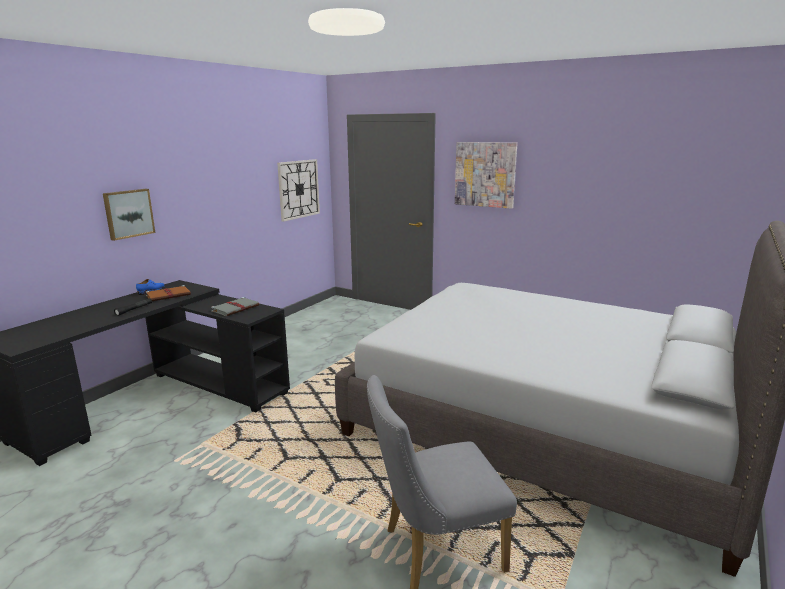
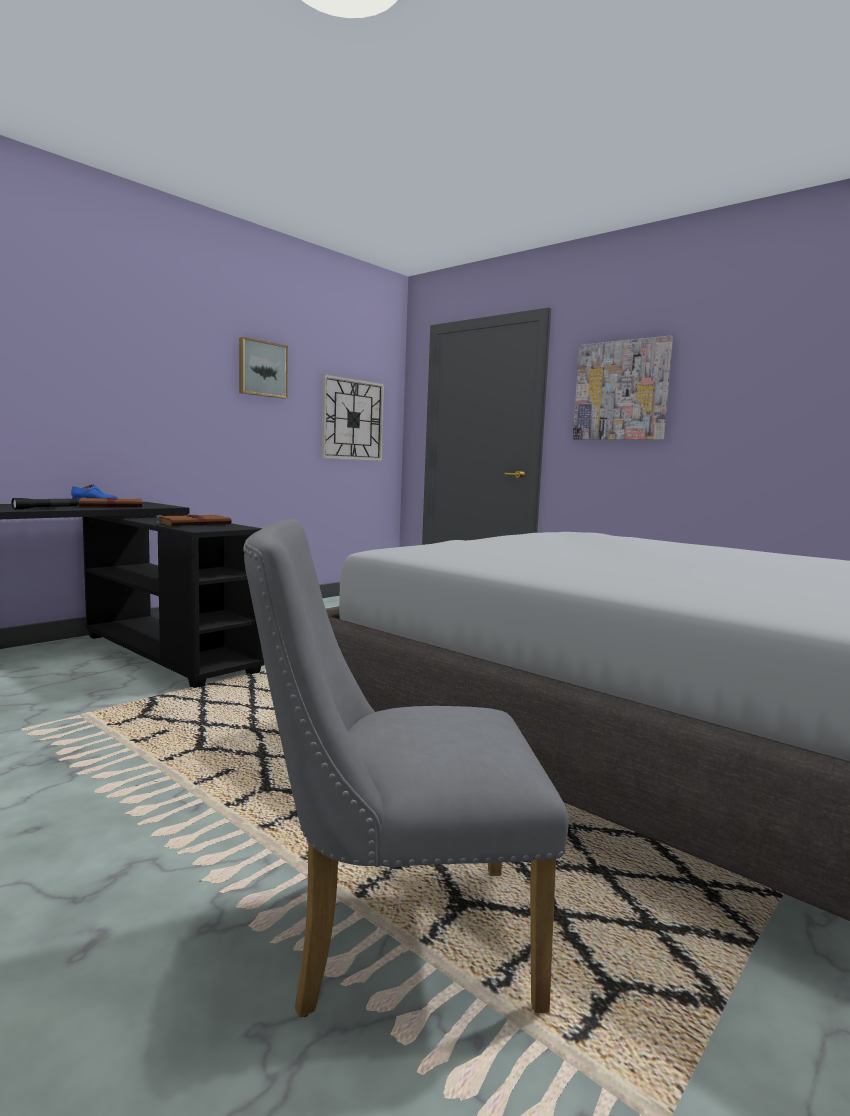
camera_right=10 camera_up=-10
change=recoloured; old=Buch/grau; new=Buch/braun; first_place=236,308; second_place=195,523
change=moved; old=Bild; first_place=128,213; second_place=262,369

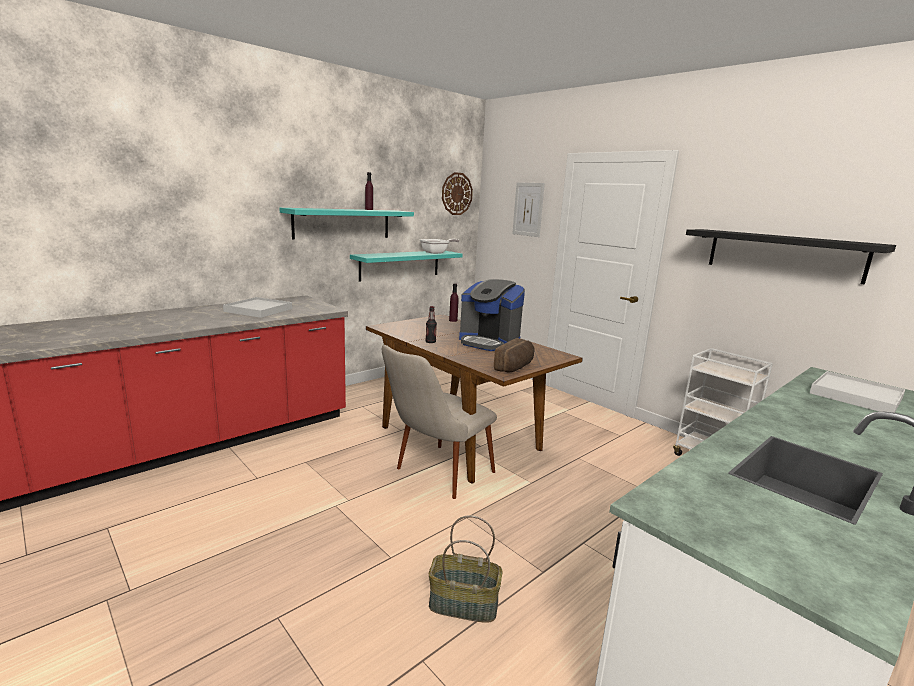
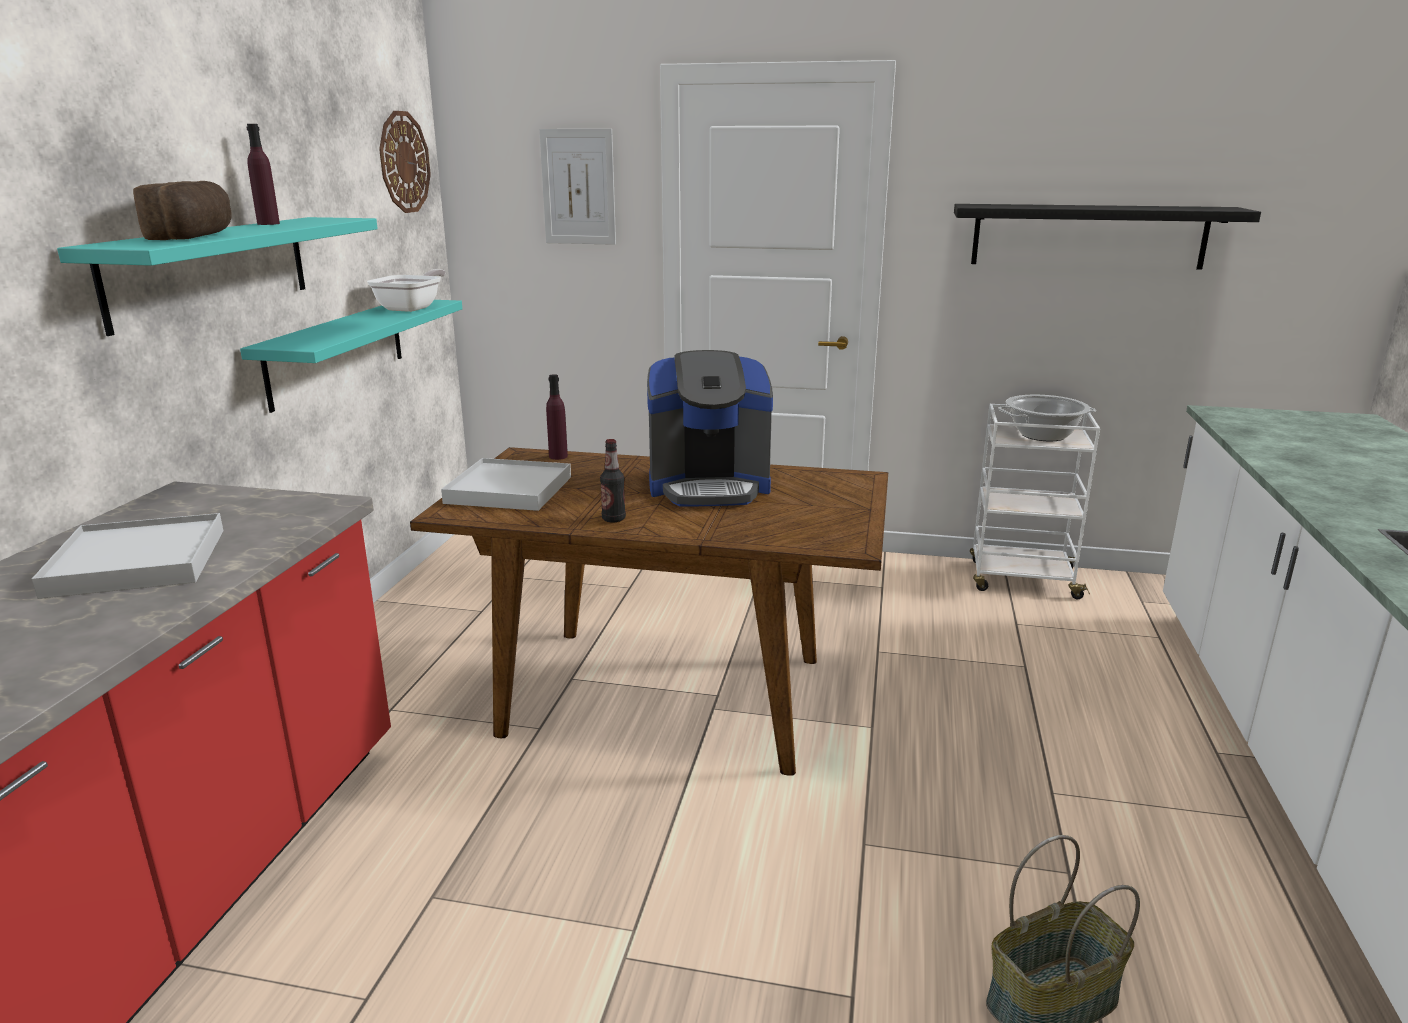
camera_right=-35 camera_up=5
change=moved; old=Brot; first_place=515,367; second_place=196,236
change=moved; old=Tablett/weiß; first_place=855,395; second_place=509,490
change=added; new=Kochtopf; second_place=1043,435
change=removed; old=Stuhl/beige; first_place=435,476

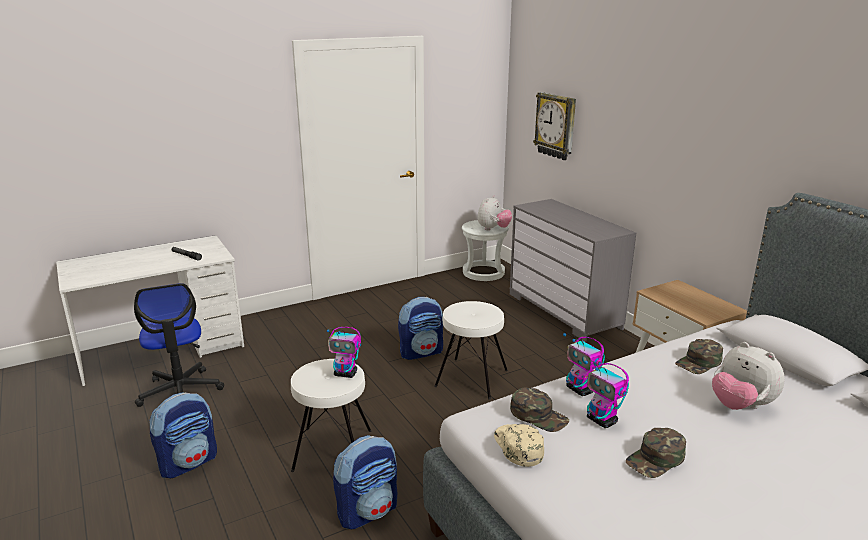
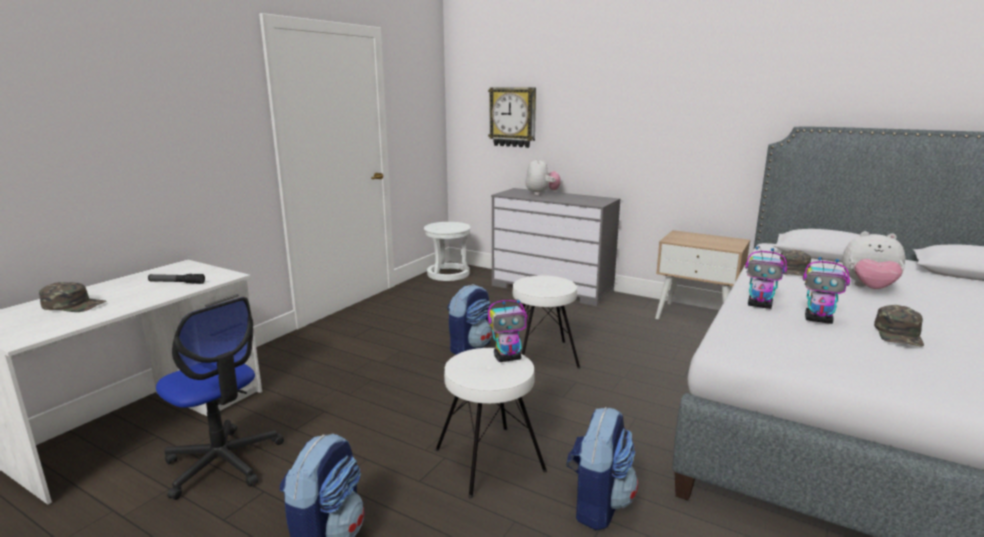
camera_right=-30 camera_up=-5
change=moved; old=Kappe/grün; first_place=539,415; second_place=74,305
change=moved; old=Plüschtier; first_place=493,229; second_place=541,194
change=removed; old=Kappe/beige; first_place=517,447

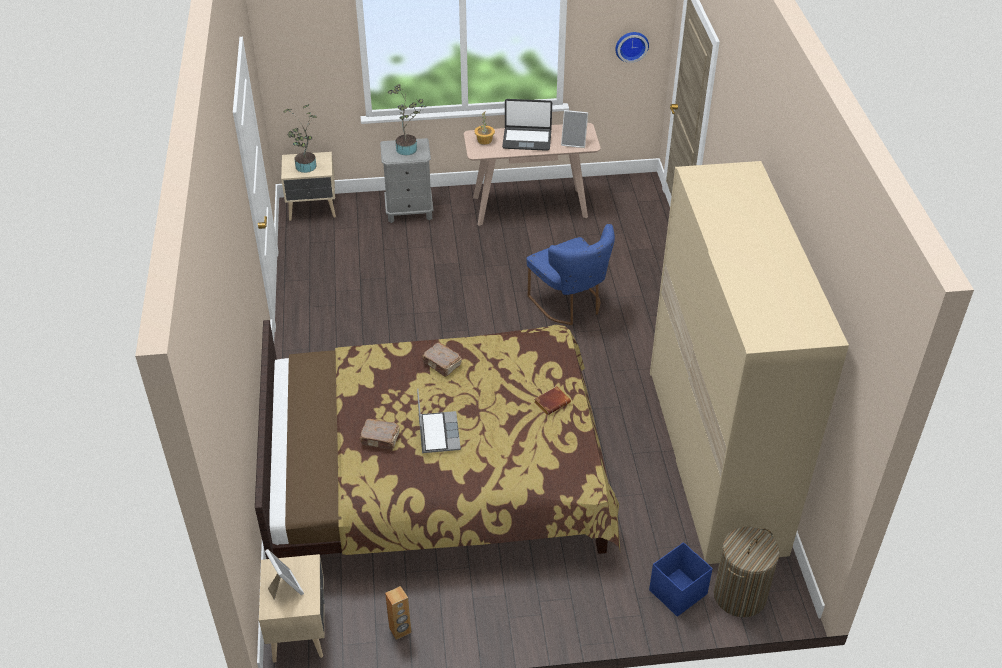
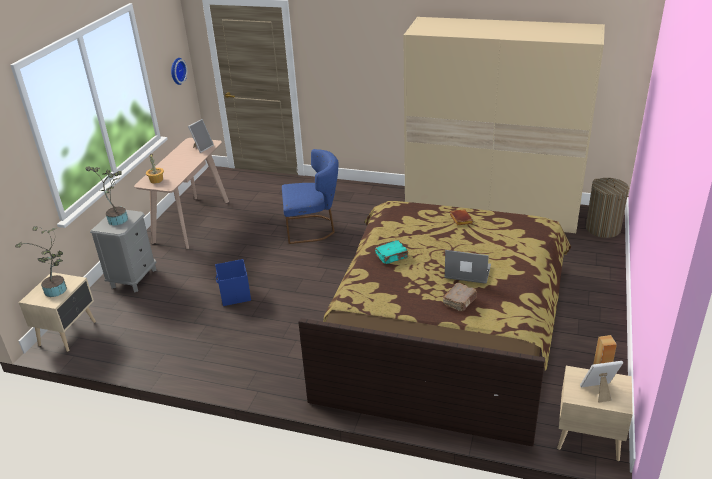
camera_right=-65 camera_up=-10
change=moved; old=Aufbewahrungsbox/blau; first_place=677,592; second_place=235,295
change=recoloured; old=Buch/braun; new=Buch/türkis; first_place=442,364; second_place=392,257
change=removed; old=Laptop; first_place=527,139

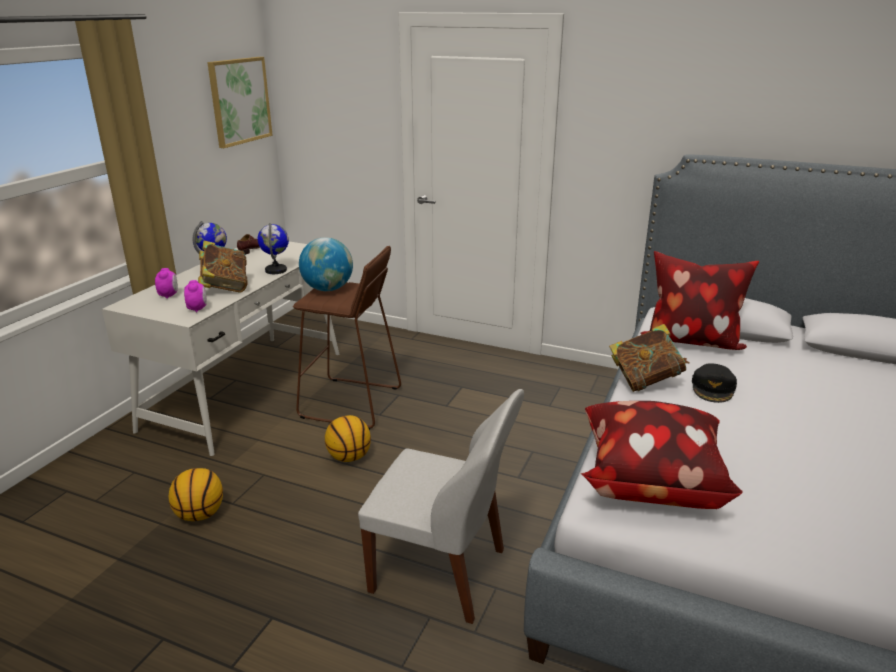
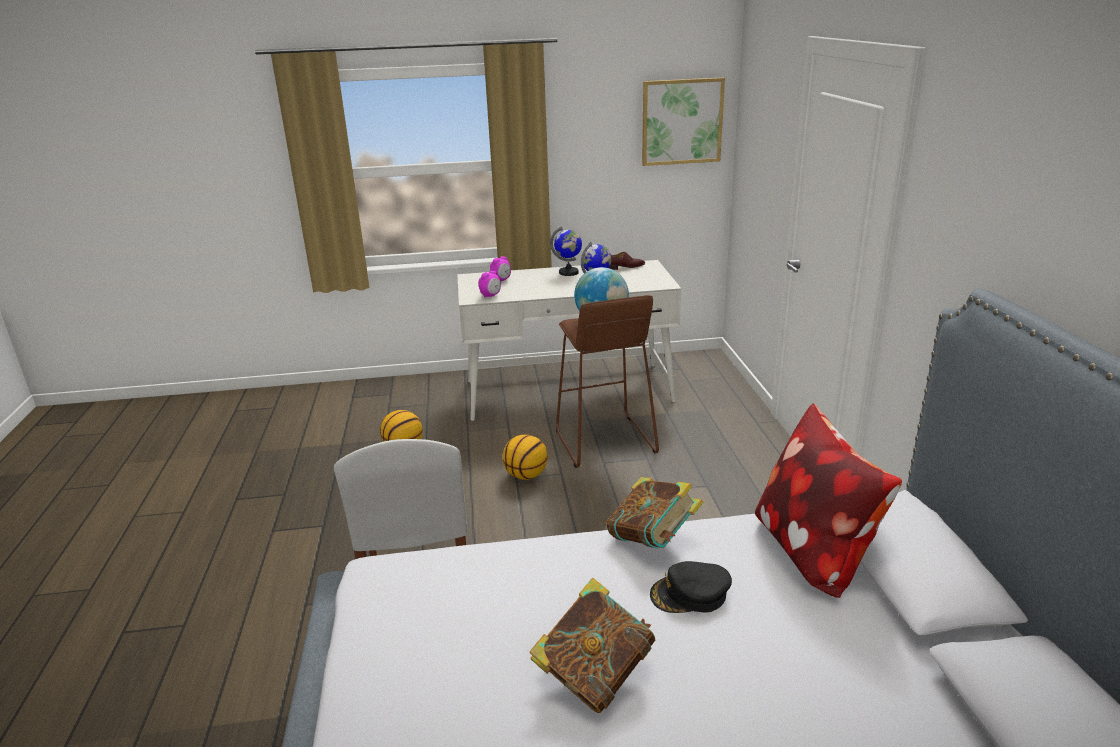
camera_right=60 camera_up=0
change=moved; old=Buch; first_place=225,287; second_place=594,675
change=removed; old=Kissen; first_place=649,481

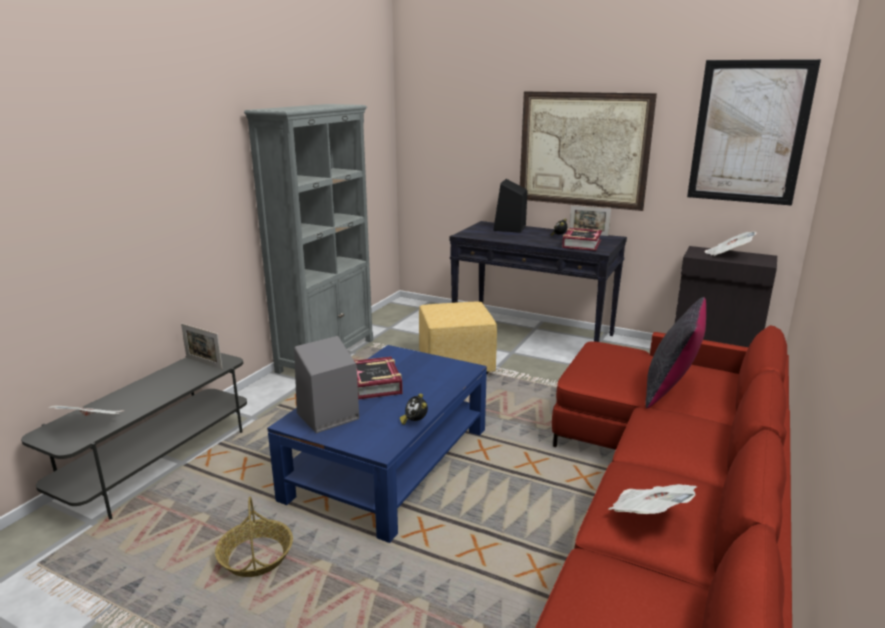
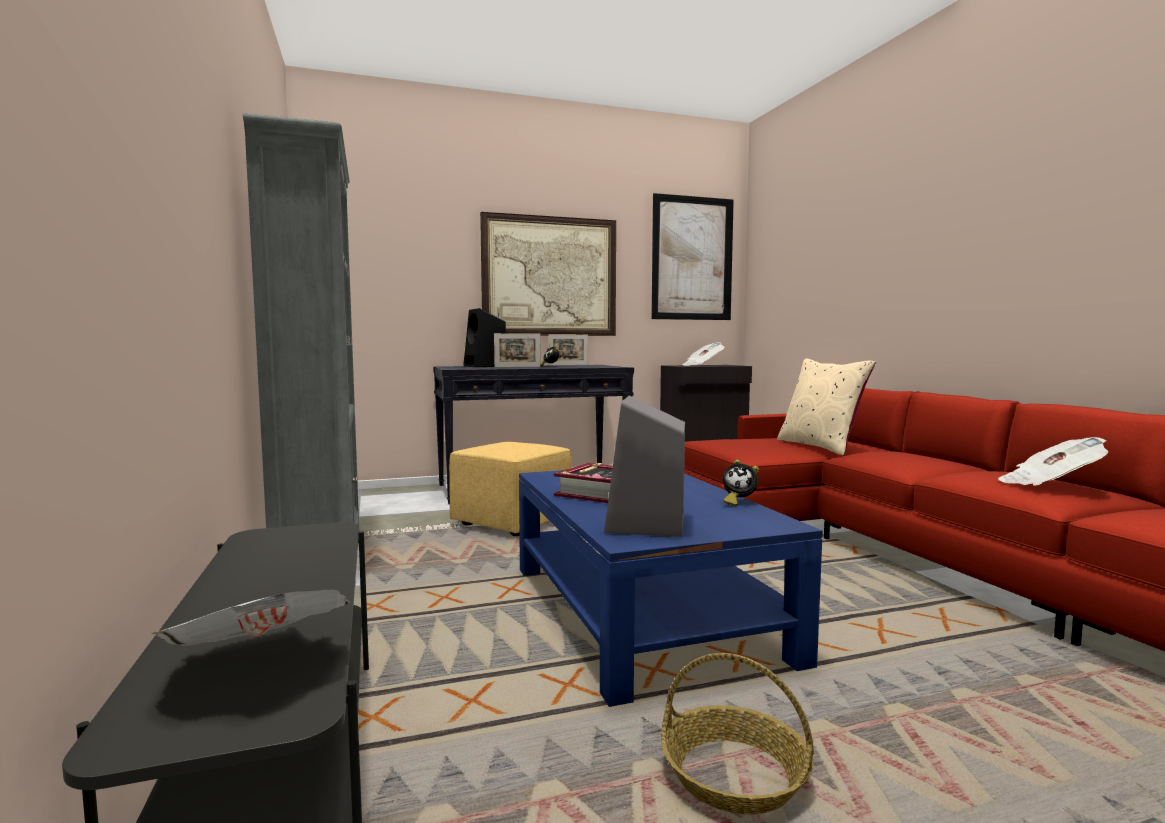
camera_right=-45 camera_up=-15
change=moved; old=Bilderrahmen; first_place=204,363; second_place=517,367
change=recoloured; old=Kissen/schwarz; new=Kissen/beige; first_place=670,390; second_place=820,446
change=removed; old=Buch; first_place=581,244

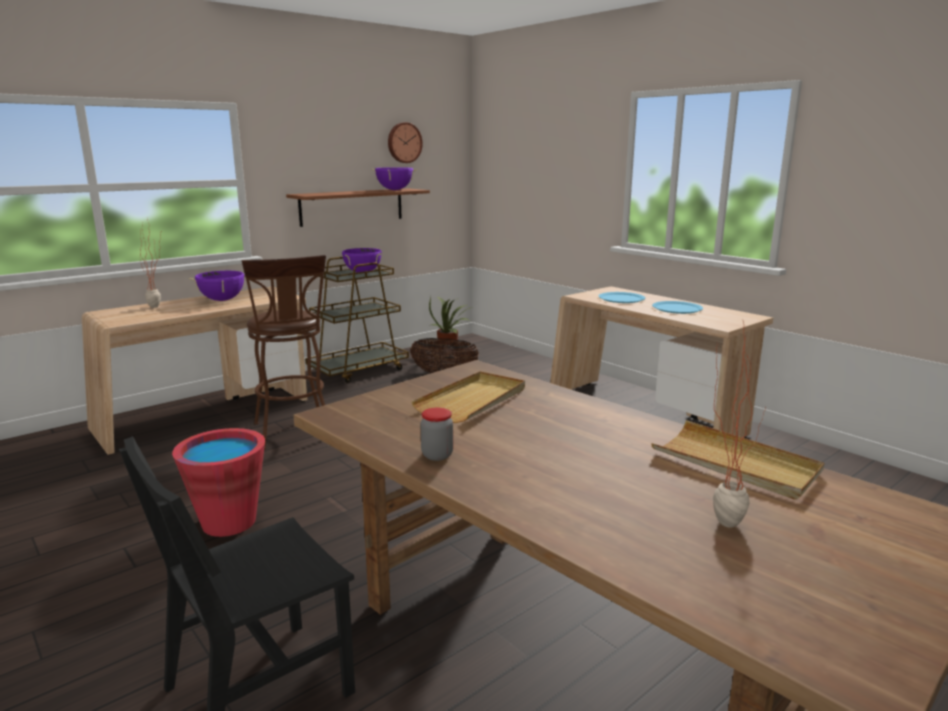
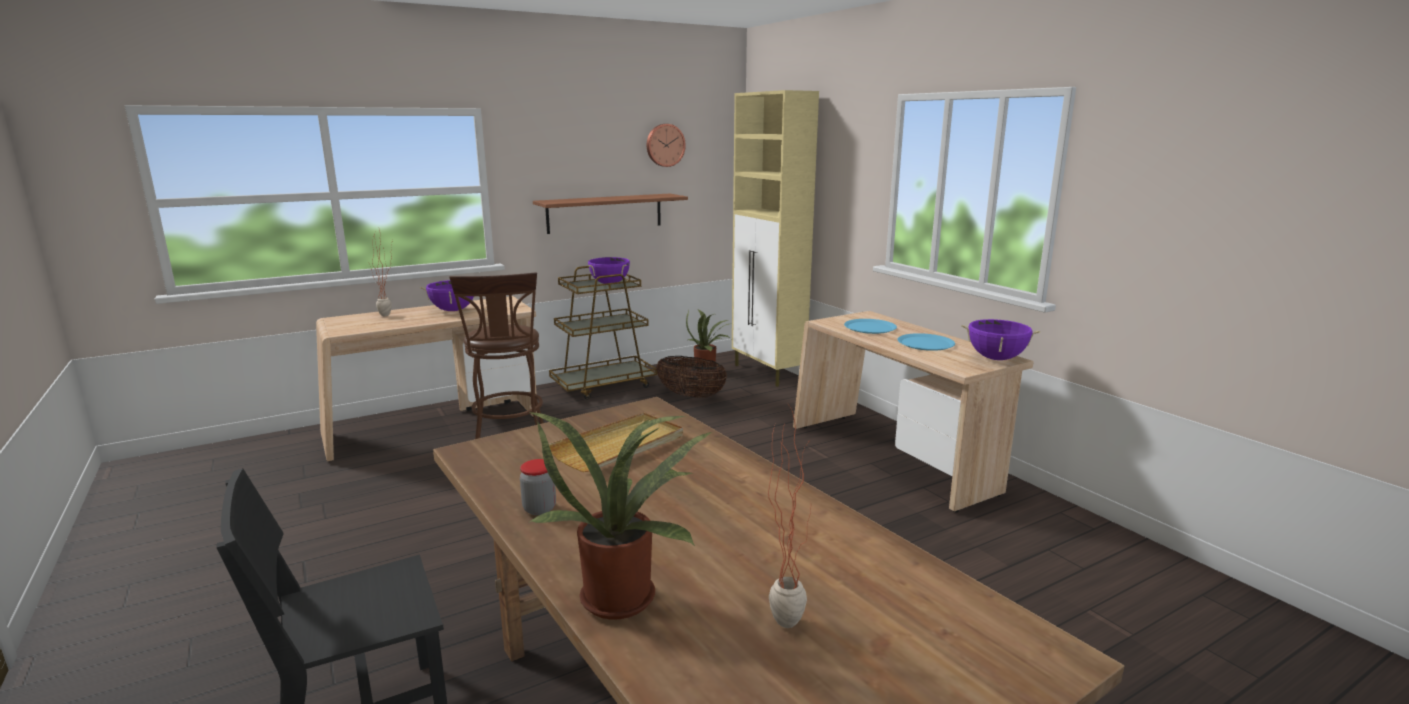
camera_right=10 camera_up=0
change=added; new=Topfpflanze; second_place=623,594
change=added; new=Schrank/beige; second_place=768,373
change=moved; old=Kochtopf/lila; first_place=394,190; second_place=996,358
change=removed; old=Eimer/rot; first_place=229,522
change=removed; old=Tablett/beige; first_place=735,464

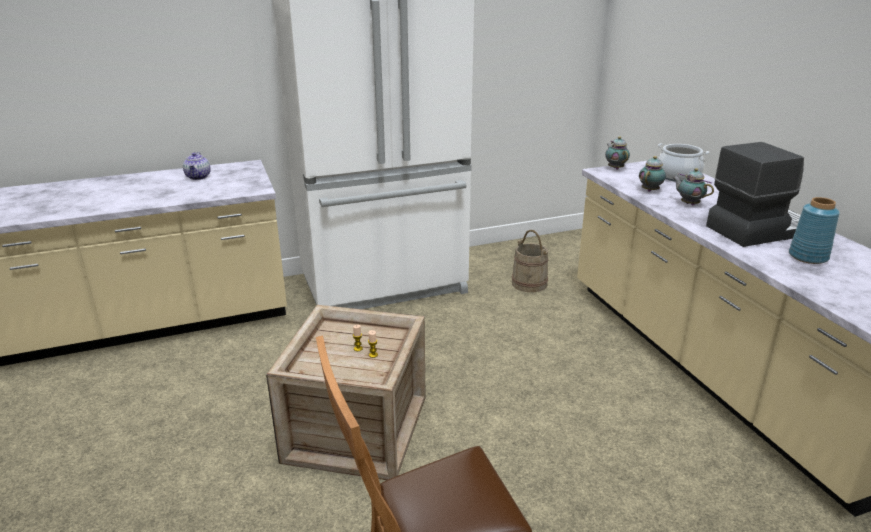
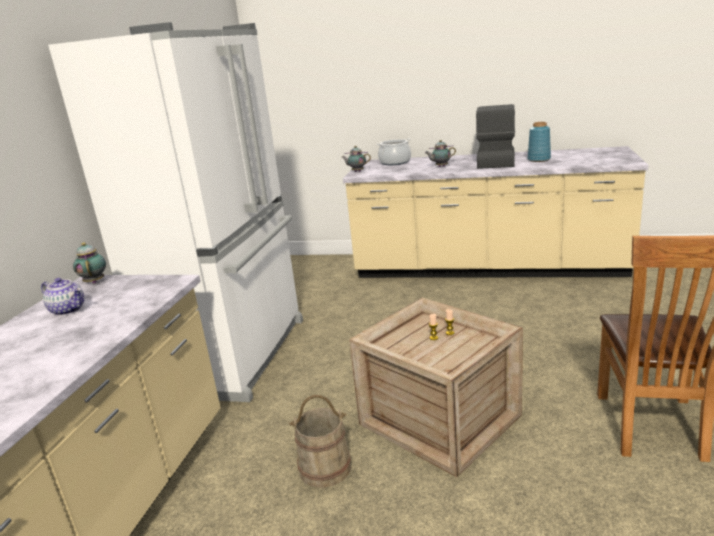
camera_right=-55 camera_up=-5
change=moved; old=Teekanne; first_place=650,190; second_place=95,281
change=moved; old=Eimer/beige; first_place=529,283; second_place=325,467

